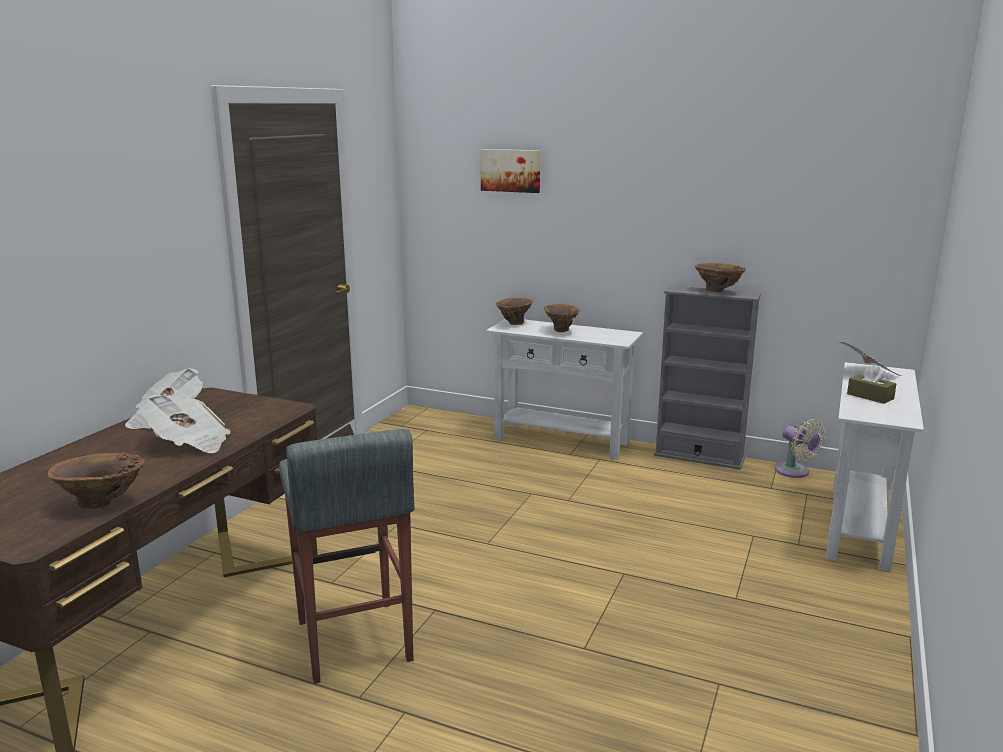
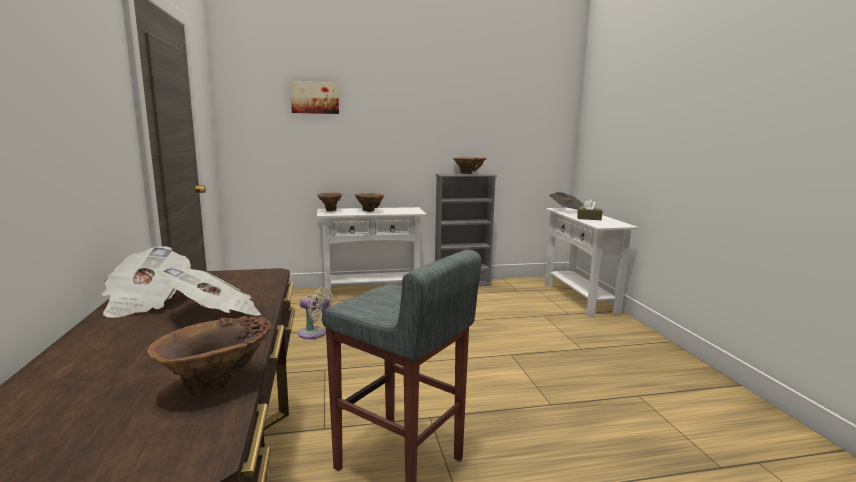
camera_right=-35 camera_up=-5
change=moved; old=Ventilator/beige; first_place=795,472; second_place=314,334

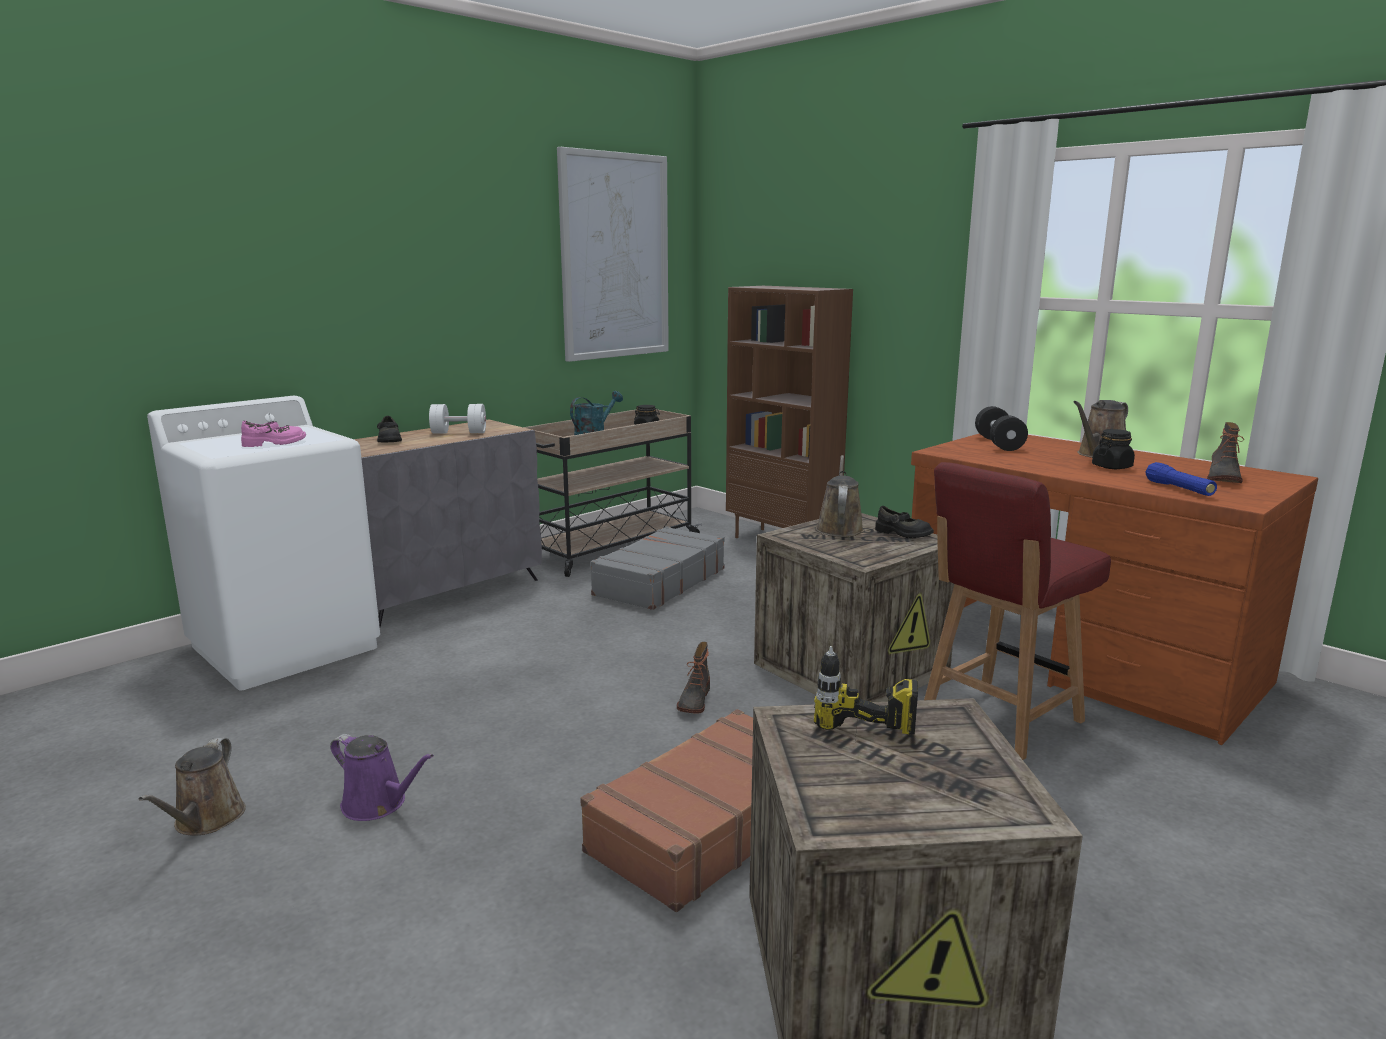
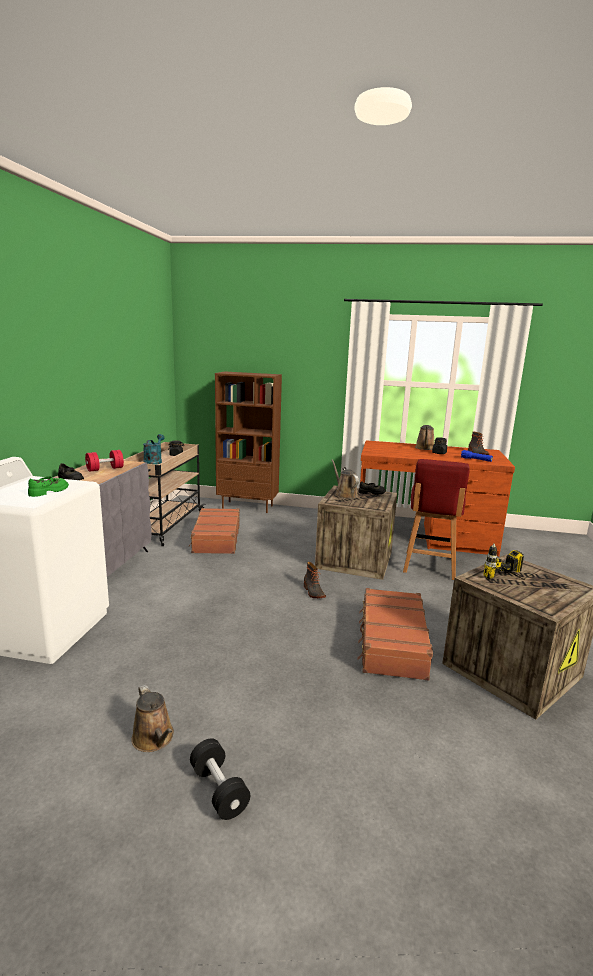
camera_right=-35 camera_up=0
change=recoloured; old=Schuh/rosa; new=Schuh/grün; first_place=275,443; second_place=49,491
change=recoloured; old=Hantel/weiß; new=Hantel/rot; first_place=459,433; second_place=105,469
change=recoloured; old=Koffer/grau; new=Koffer/braun; first_place=659,582; second_place=216,539
change=moved; old=Hantel/schwarz; first_place=999,444; second_place=219,790
change=removed; old=Gießkanne/lila; first_place=378,804
change=removed; old=Bild; first_place=615,257

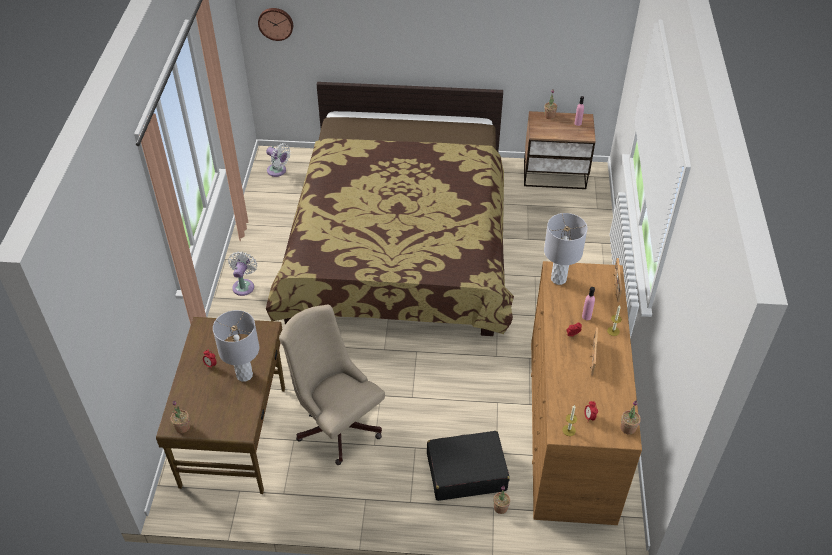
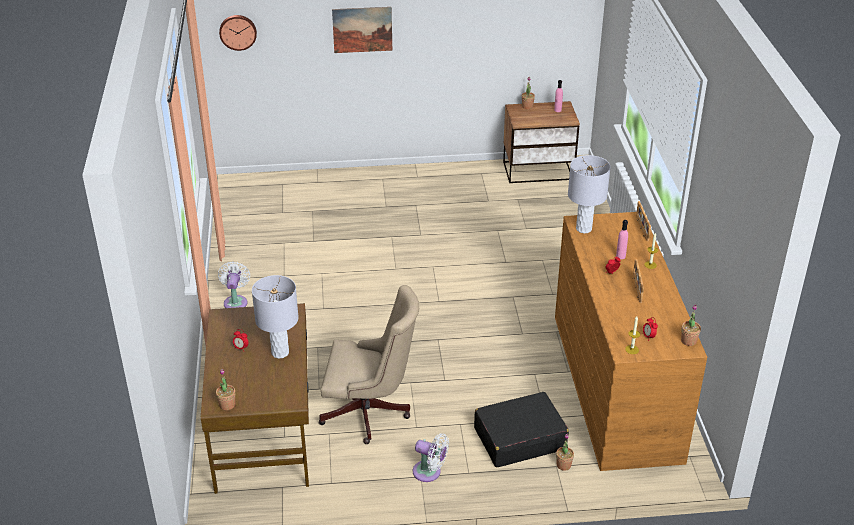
camera_right=-10 camera_up=-10
change=turned; old=Bürostuhl/beige; first_place=336,423; second_place=370,413; degrees=150
change=added; new=Bild; second_place=362,29
change=moved; old=Ventilator/weiß; first_place=278,171; second_place=429,472
change=removed; old=Bett; first_place=400,239

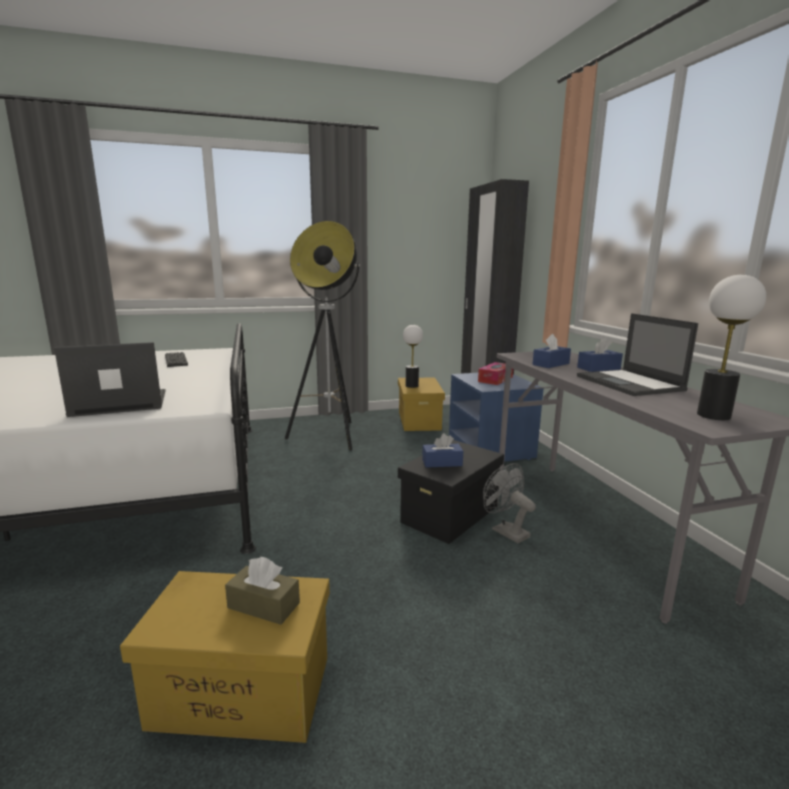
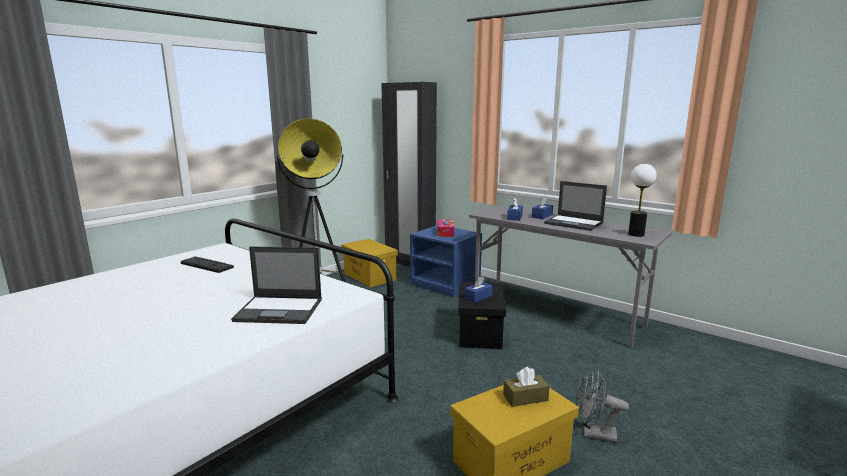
camera_right=-35 camera_up=0
change=turned; old=Laptop; first_place=118,403; second_place=280,310; degrees=-120
change=moved; old=Ventilator/grau; first_place=505,531; second_place=593,434
change=removed; old=Tischlampe; first_place=411,386

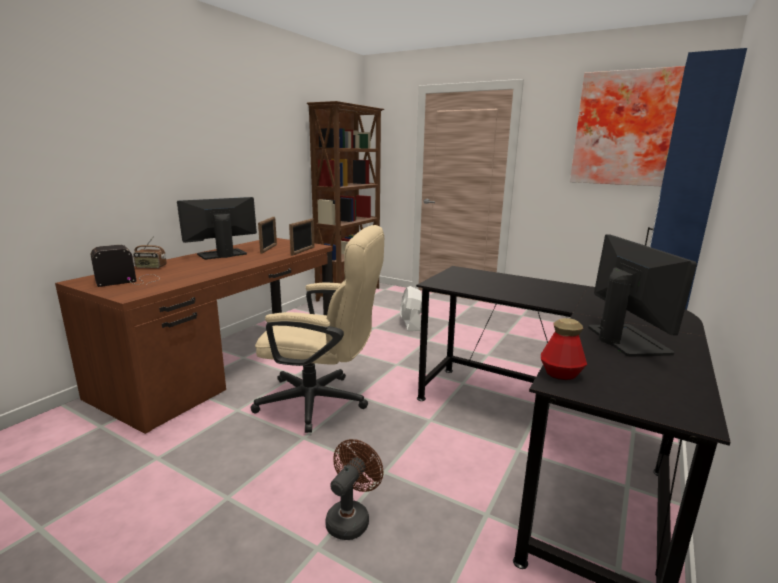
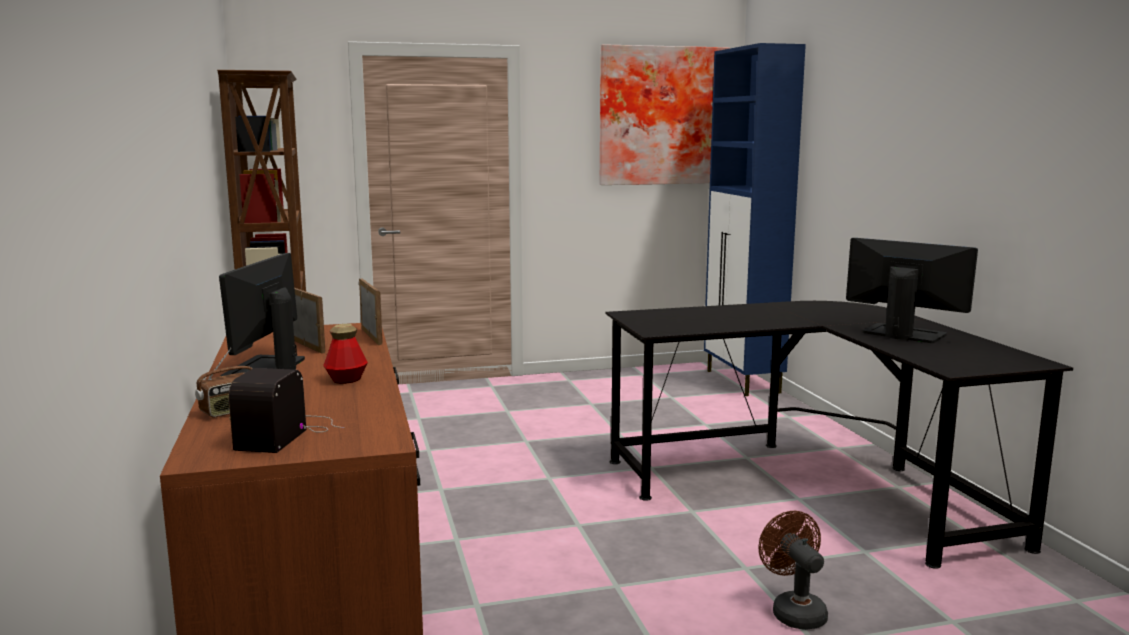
camera_right=-45 camera_up=-5
change=moved; old=Flasche; first_place=561,374; second_place=346,380
change=removed; old=Bürostuhl/beige; first_place=322,402
change=removed; old=Ventilator/weiß; first_place=411,324

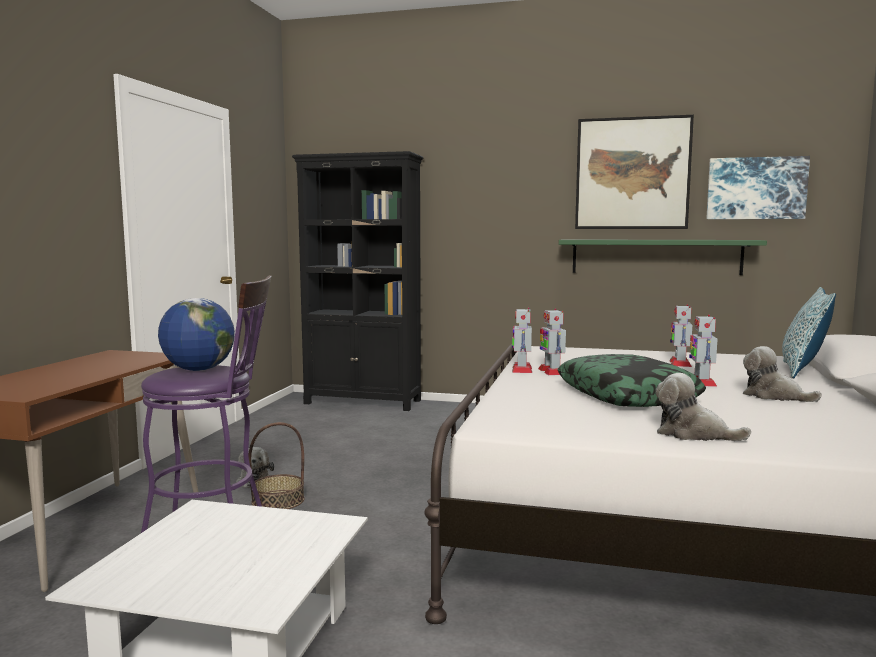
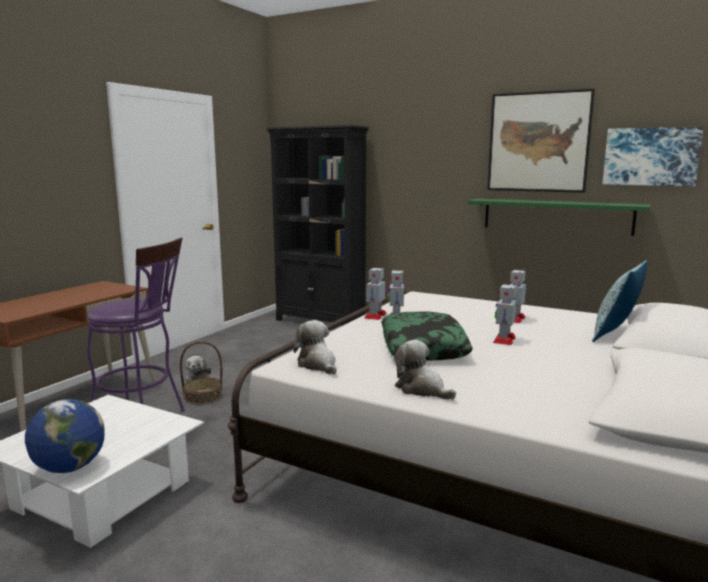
camera_right=15 camera_up=5
change=moved; old=Globus; first_place=198,370; second_place=69,468
change=moved; old=Plüschtier; first_place=774,396; second_place=318,364

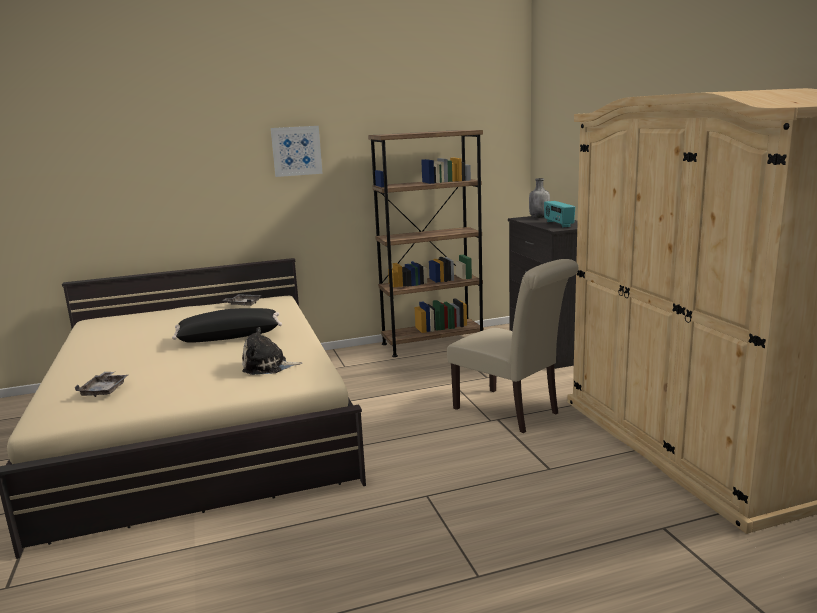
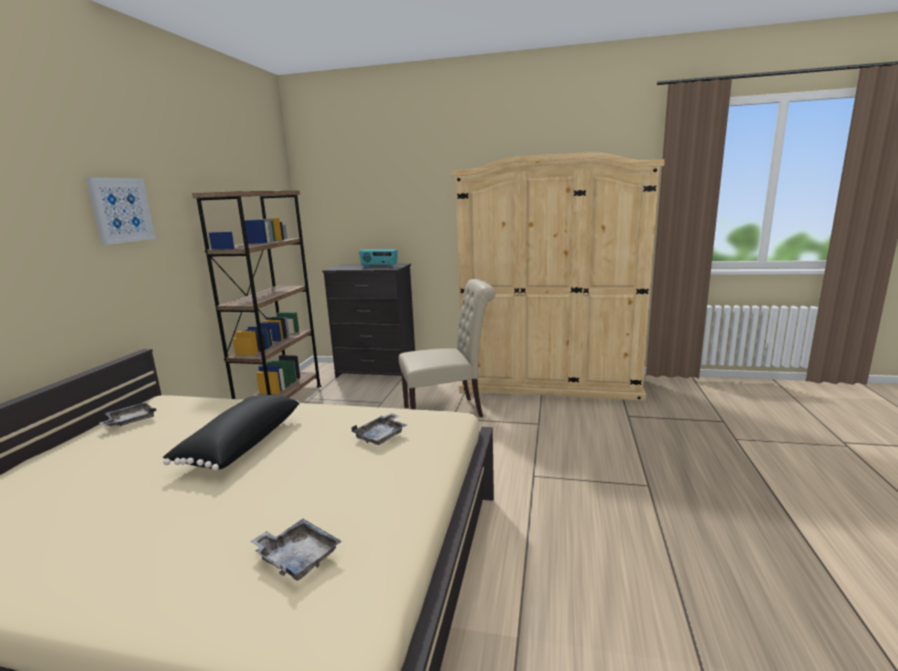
camera_right=-60 camera_up=0
change=replaced; old=Plüschtier; new=Tablett/grau; first_place=268,367; second_place=382,436
change=removed; old=Flasche/grau; first_place=539,217

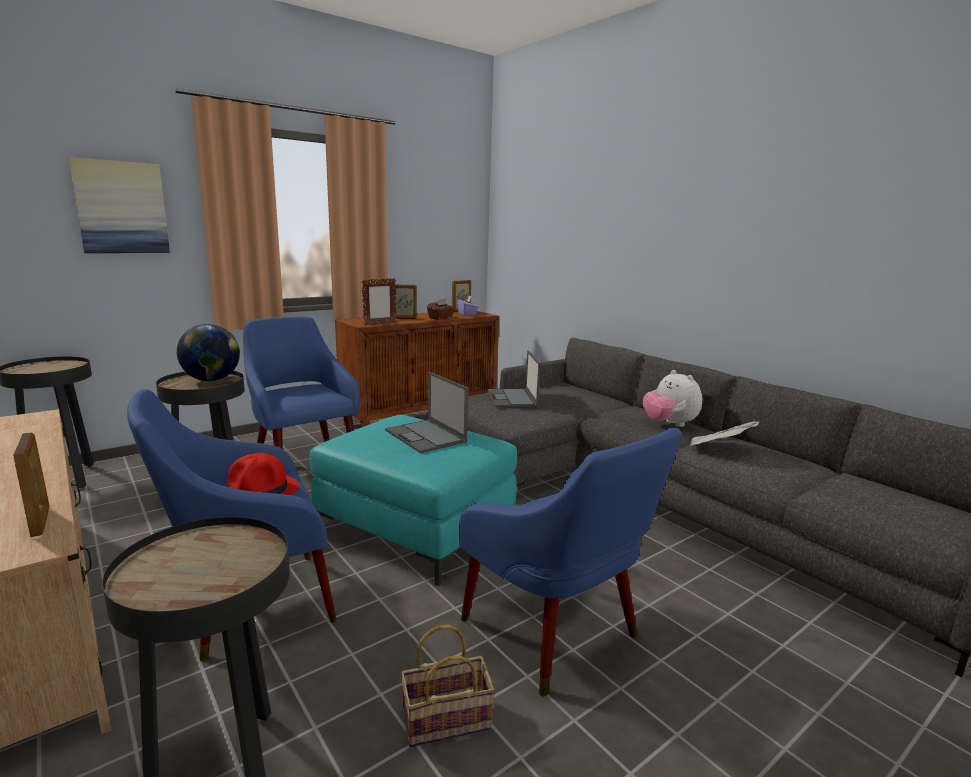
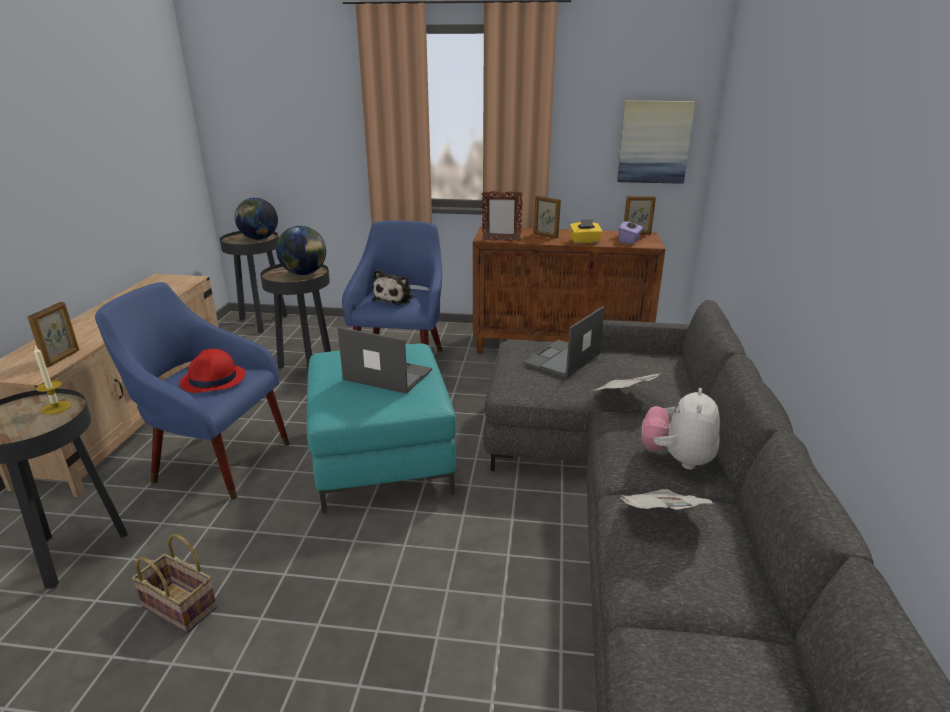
camera_right=45 camera_up=10
change=added; new=Kerze; second_place=56,407
change=added; new=Globus; second_place=259,239
change=turned; old=Laptop; first_place=426,436; second_place=386,375; degrees=105
change=added; new=Plüschtier; second_place=395,298
change=recoloured; old=Taschentuchbox/braun; new=Taschentuchbox/gelb; first_place=440,318; second_place=585,241
change=added; new=Zeitung; second_place=624,397
change=moved; old=Bild; first_place=121,207; second_place=654,142
change=removed; old=Sessel/blau; first_place=556,634

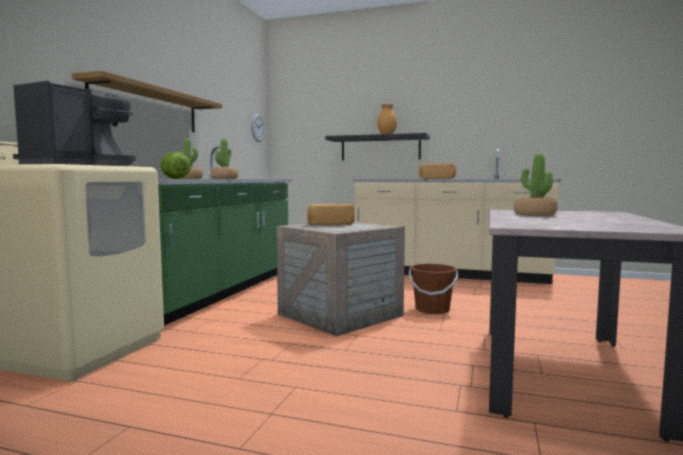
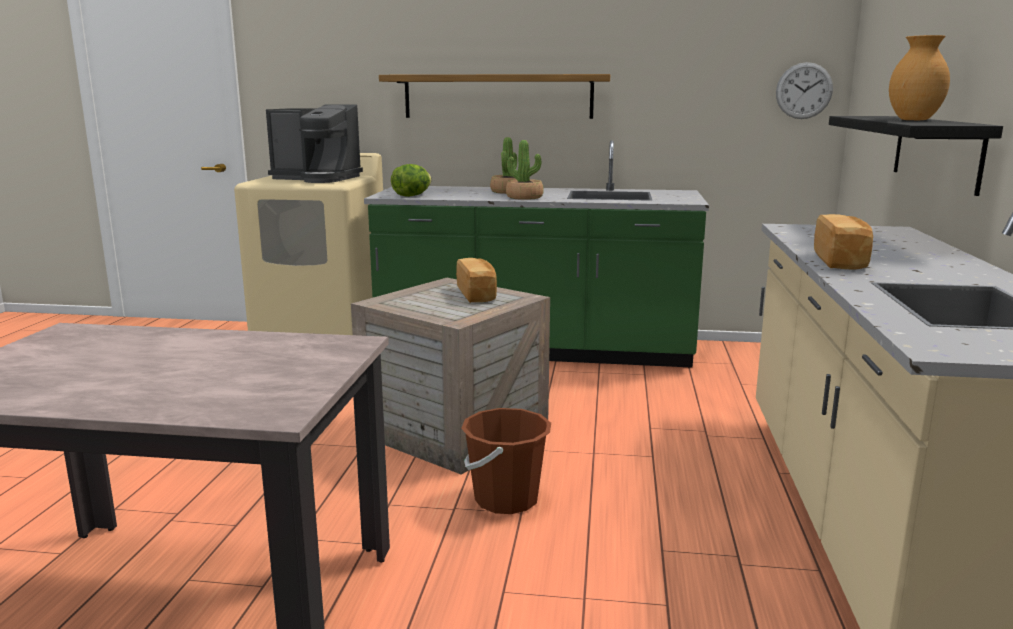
camera_right=80 camera_up=10
change=removed; old=Topfpflanze; first_place=534,214

